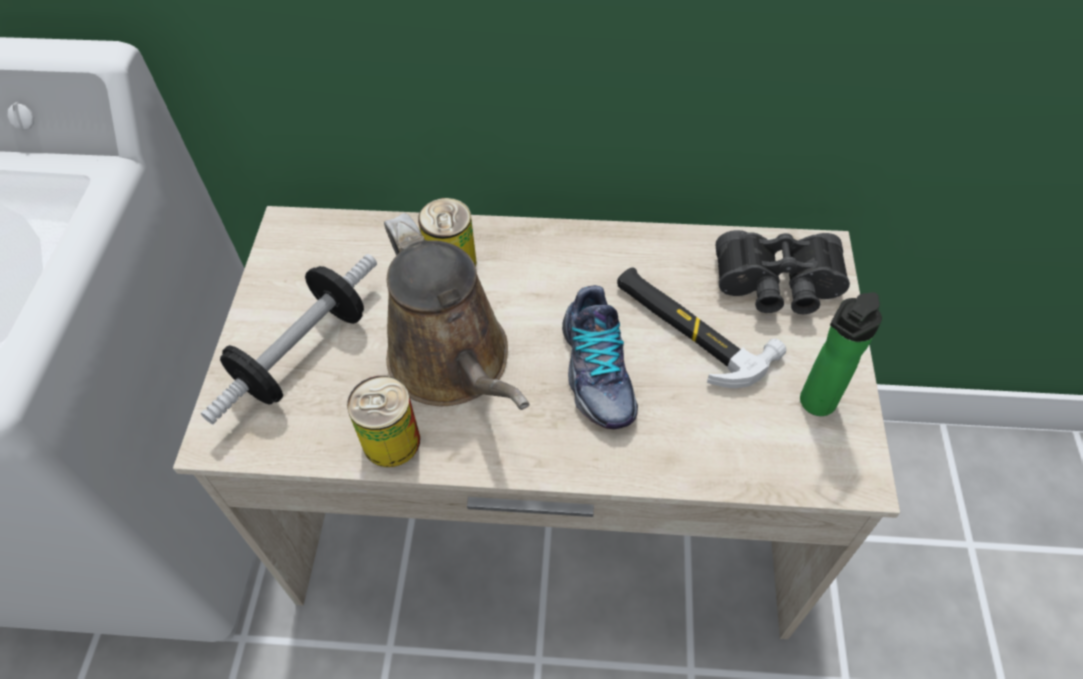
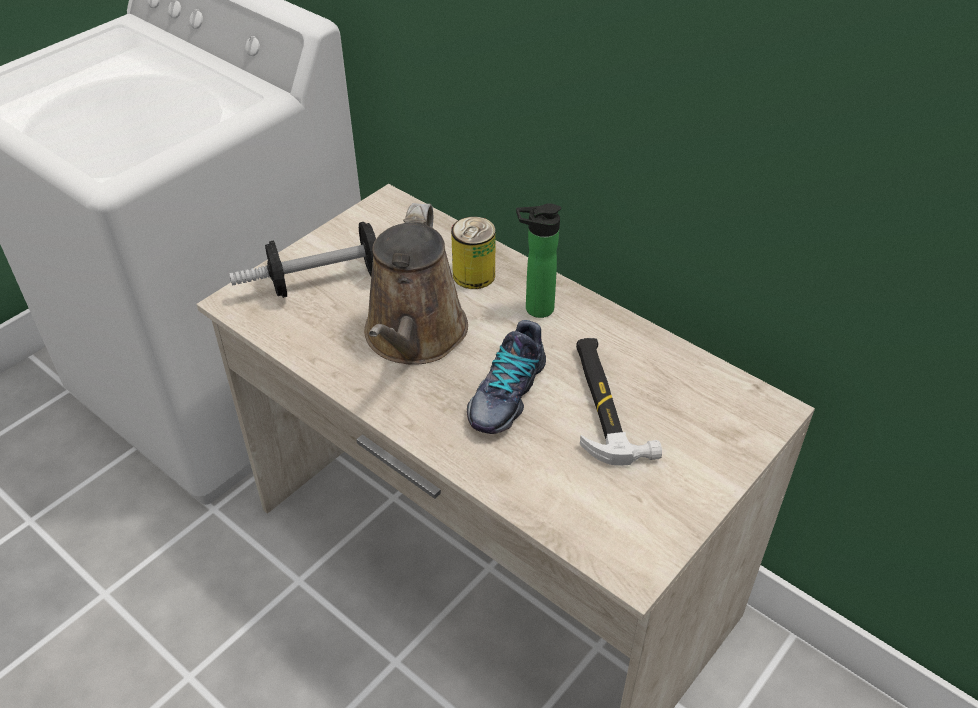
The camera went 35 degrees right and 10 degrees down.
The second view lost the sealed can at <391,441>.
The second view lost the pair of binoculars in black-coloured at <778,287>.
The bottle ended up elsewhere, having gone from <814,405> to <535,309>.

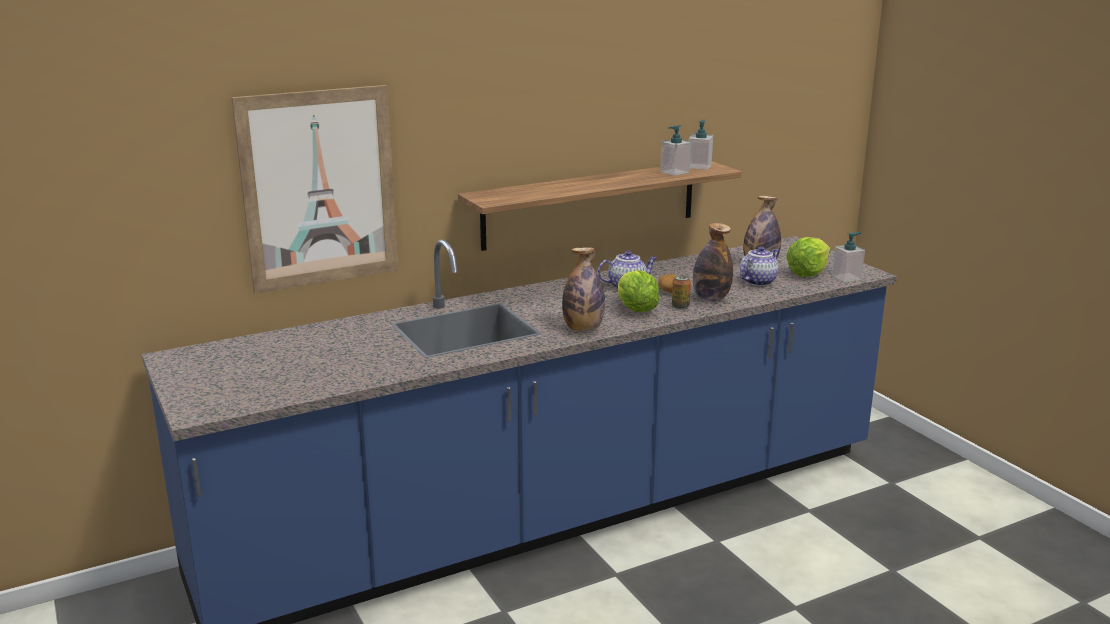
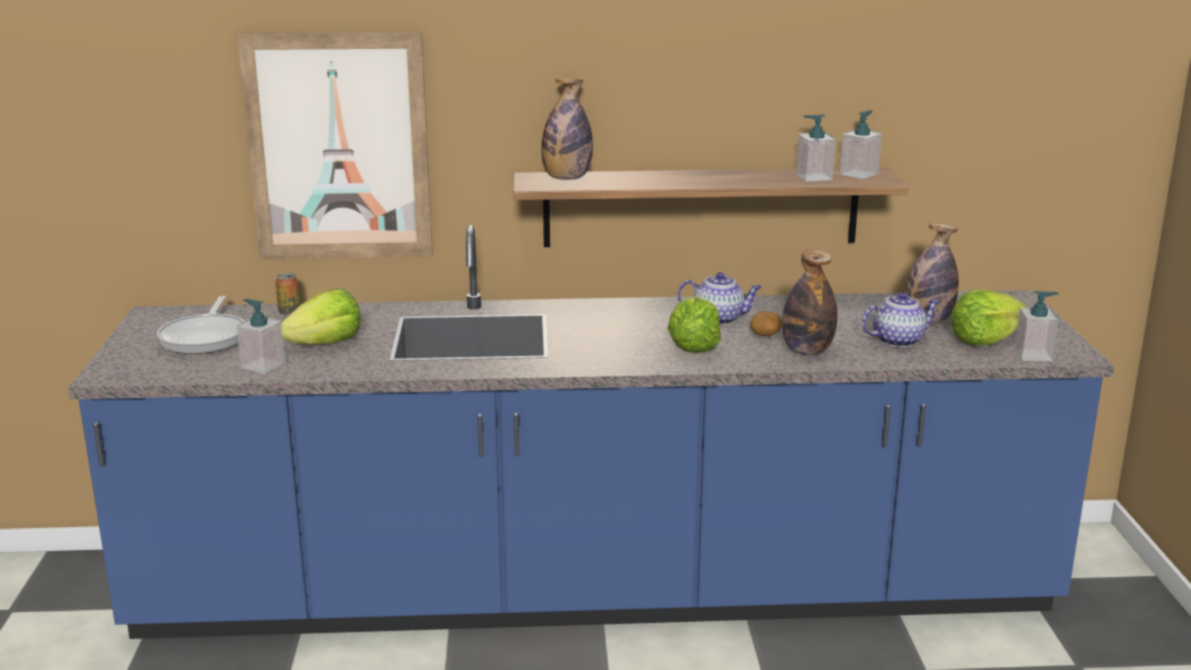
The camera went 25 degrees right and 0 degrees up.
The bottle ended up elsewhere, having gone from <583,329> to <567,178>.
The sealed can ended up elsewhere, having gone from <680,306> to <289,312>.
The second view gained the frying pan at <205,337>.
The second view gained the soap dispenser at <263,365>.
The second view gained the head of lettuce at <326,344>.

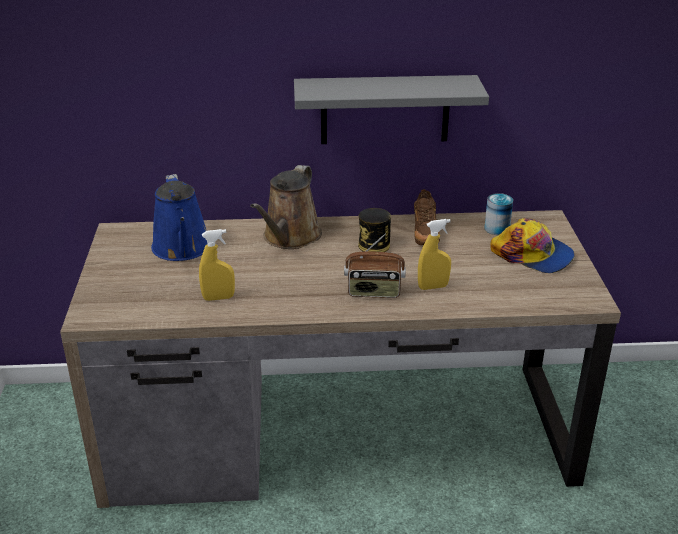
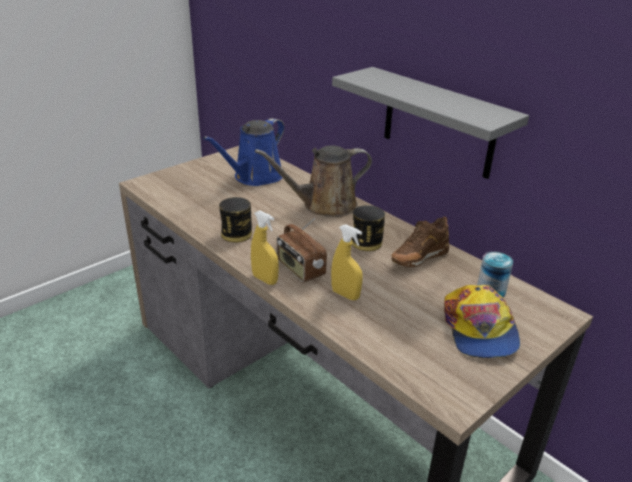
The camera went 50 degrees right and 0 degrees up.
The sprayer in yellow ended up elsewhere, having gone from <218,298> to <265,279>.
The second view gained the sealed can at <236,234>.

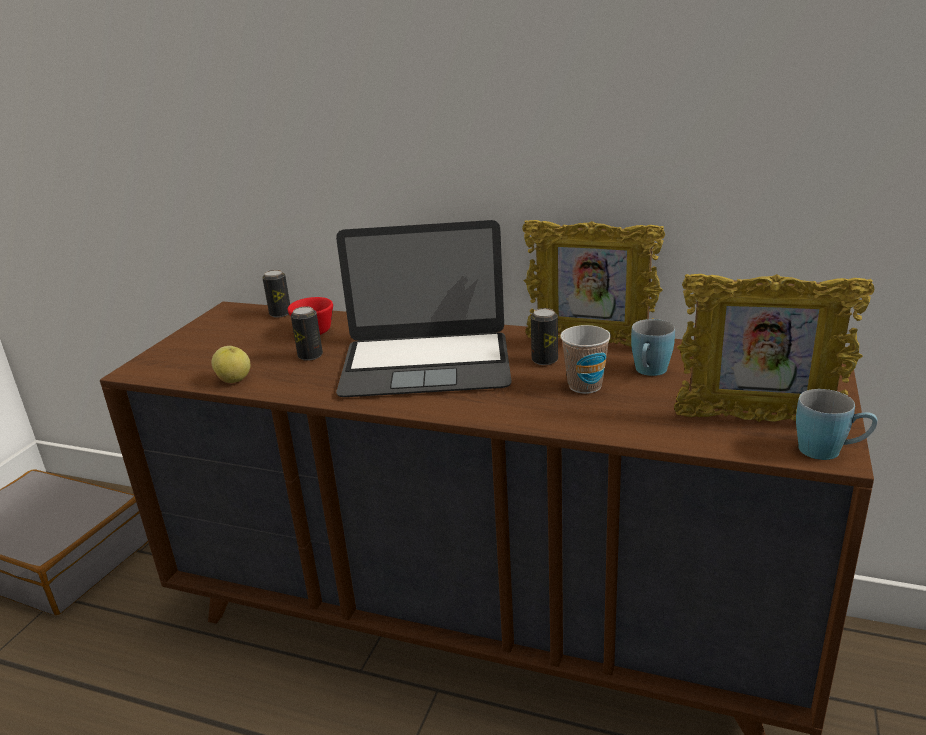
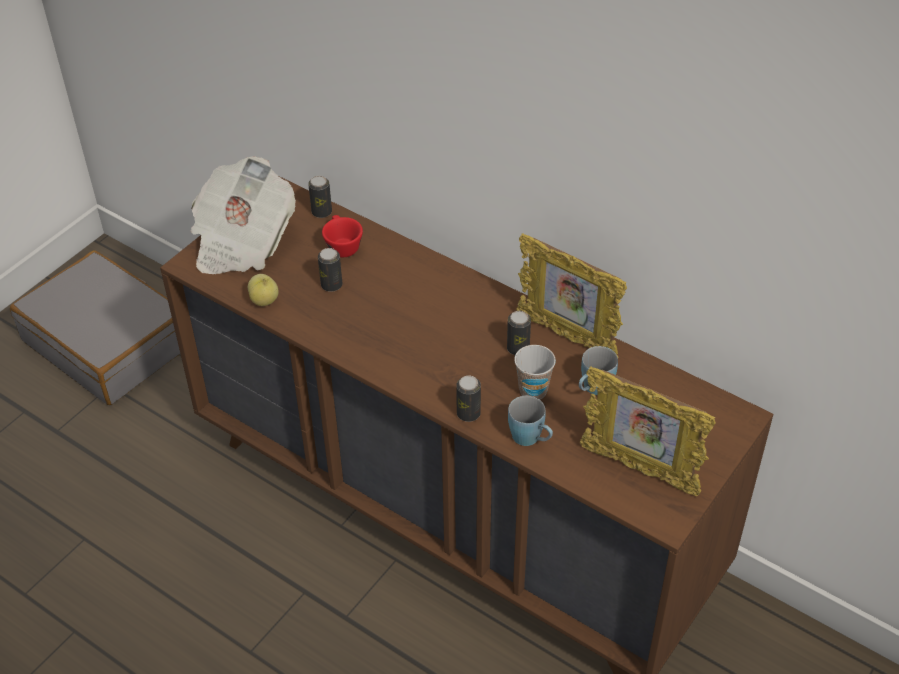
The camera went 15 degrees right and 20 degrees up.
The second view lost the notebook computer at <426,364>.
The tea mug in blue ended up elsewhere, having gone from <830,451> to <531,439>.
The second view gained the printed paper at <241,241>.
The second view gained the sealed can at <468,413>.

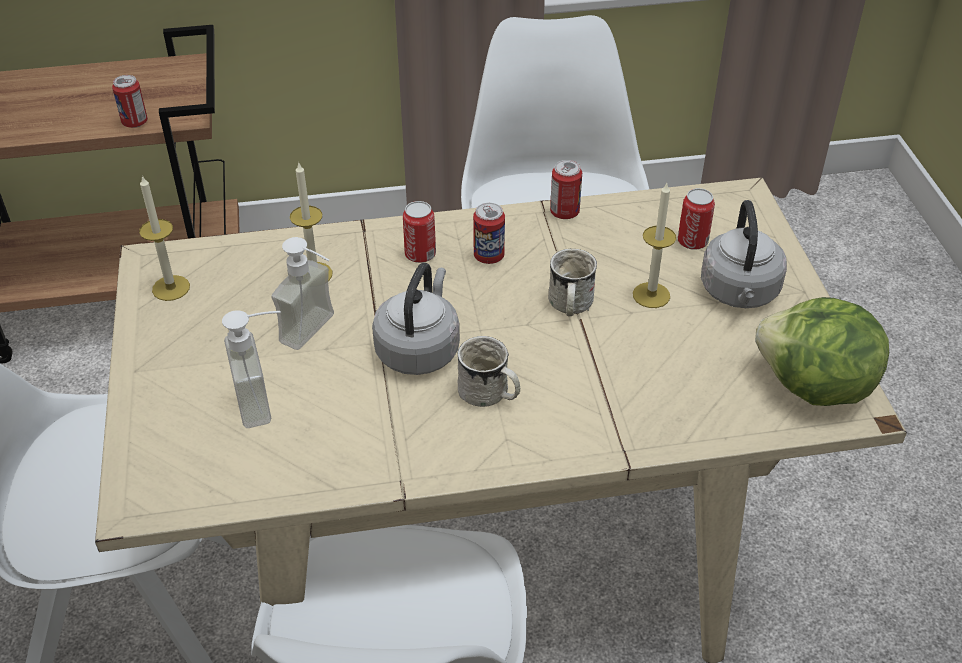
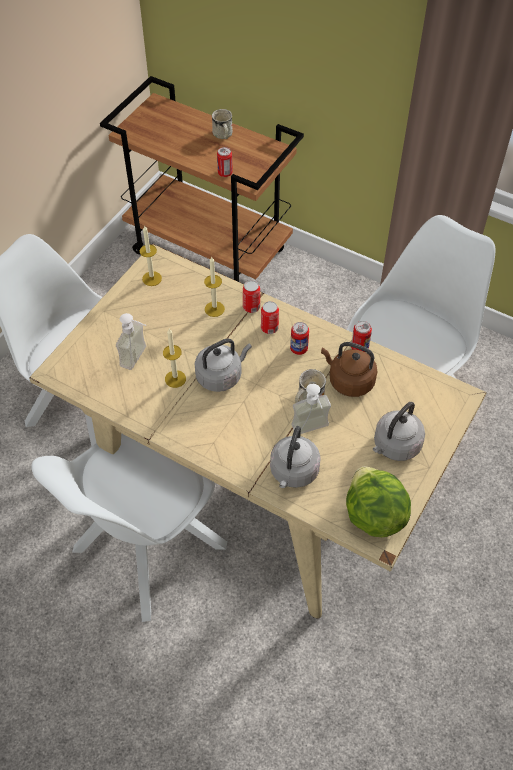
The camera went 40 degrees right and 10 degrees up.
The soap dispenser ended up elsewhere, having gone from <317,333> to <312,431>.
The tea mug in white ended up elsewhere, having gone from <489,395> to <223,136>.
The wax candle ended up elsewhere, having gone from <651,295> to <175,379>.
The sealed can ended up elsewhere, having gone from <692,241> to <251,307>.
The second view gained the tea kettle in gray at <293,473>.
The second view gained the tea kettle in brown at <349,381>.

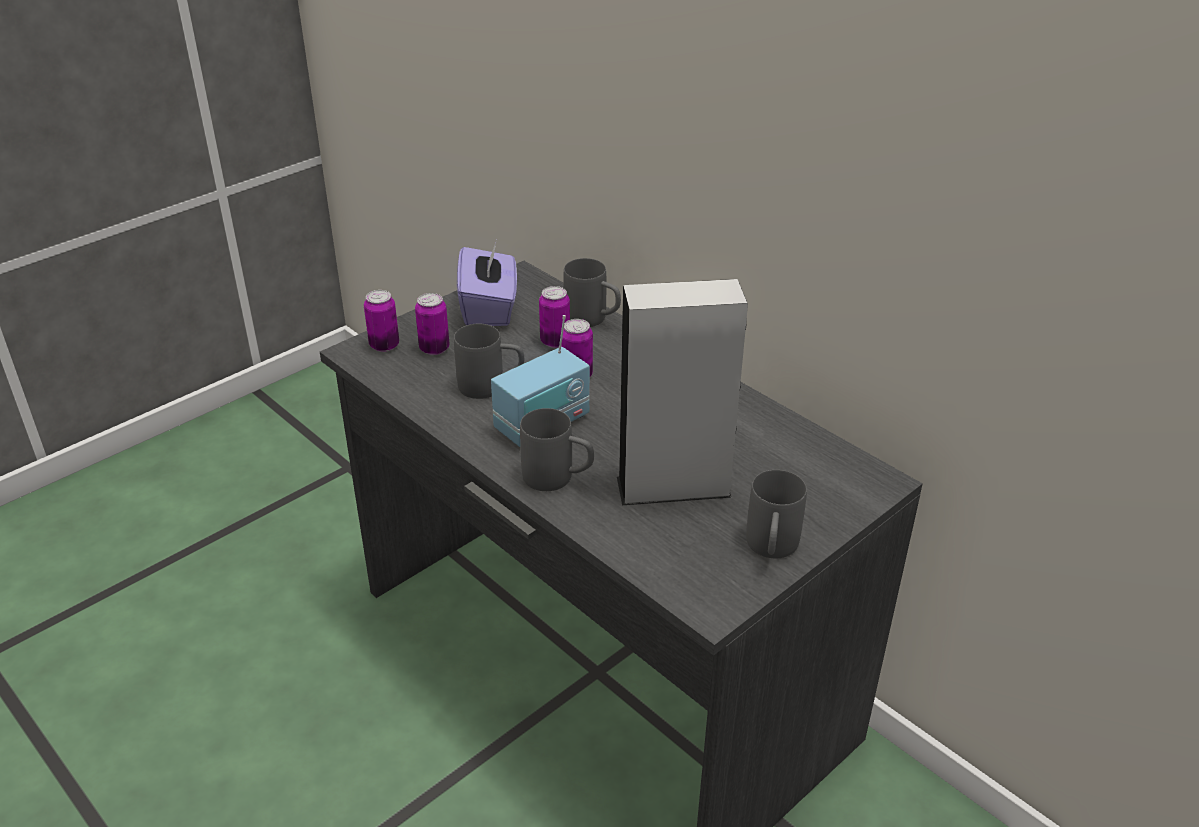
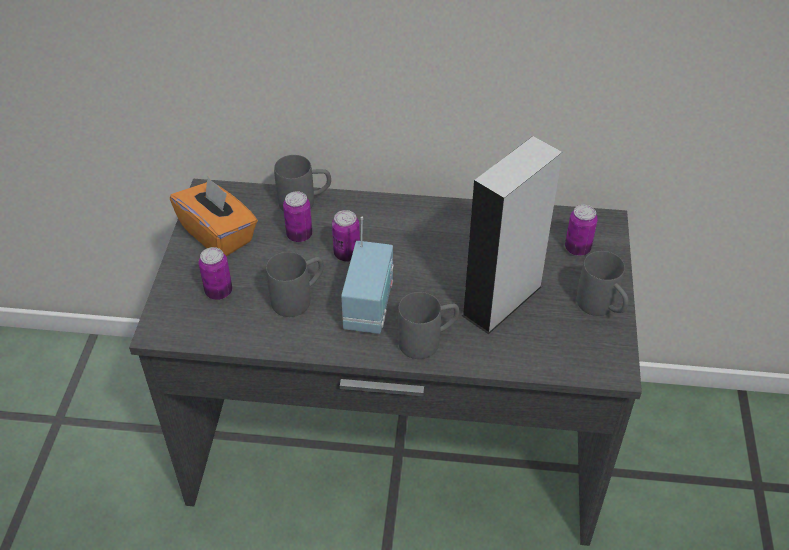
The camera went 40 degrees left and 10 degrees up.
The sealed can ended up elsewhere, having gone from <384,345> to <577,248>.
What was the tissue box in purple-coloured at <489,308> turned into the tissue box in orange at <218,234>.

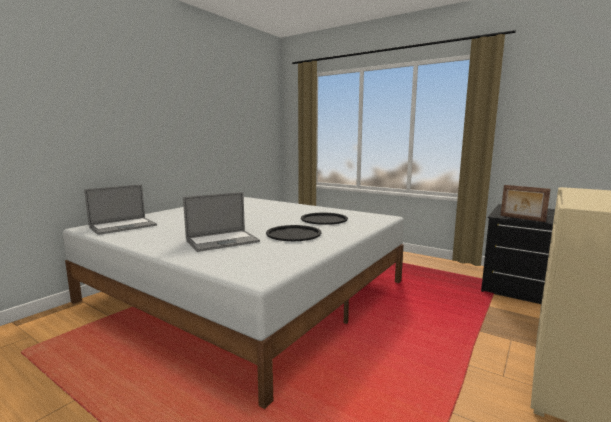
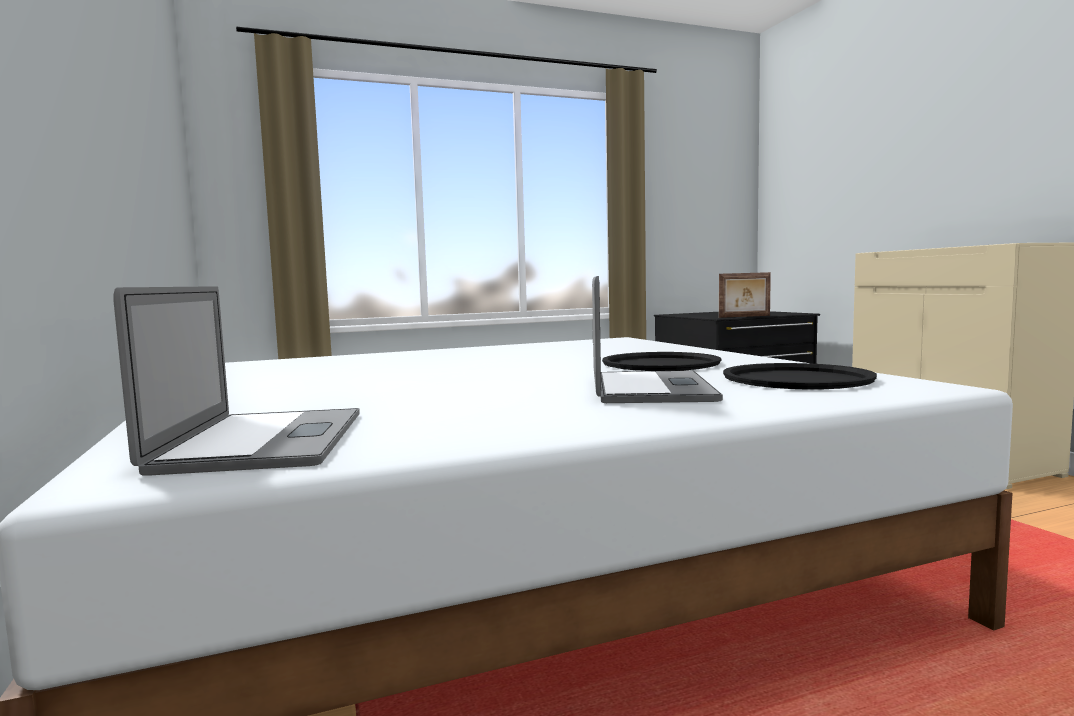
The camera went 55 degrees left and 5 degrees down.
The carrying tray in black-coloured ended up elsewhere, having gone from <324,219> to <796,379>.

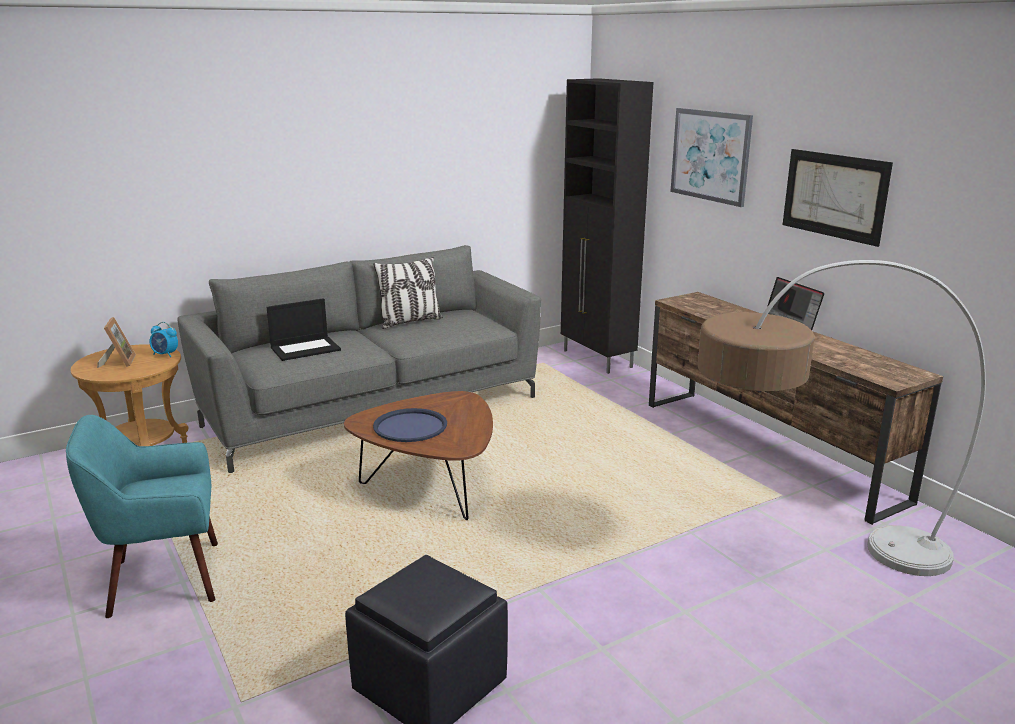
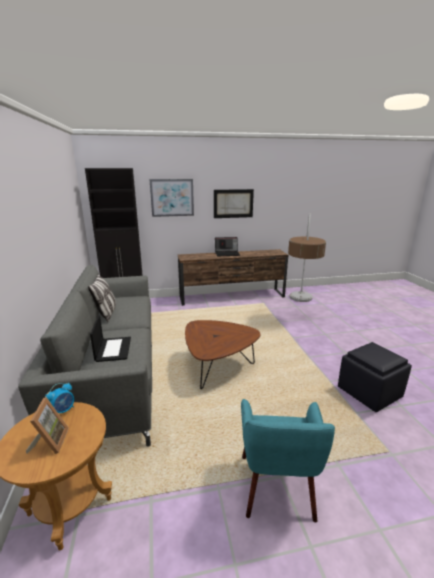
The camera went 70 degrees left and 0 degrees up.
The photo frame at <119,362> ended up facing another way, 75 degrees clockwise from before.
The second view lost the carrying tray in blue at <410,426>.

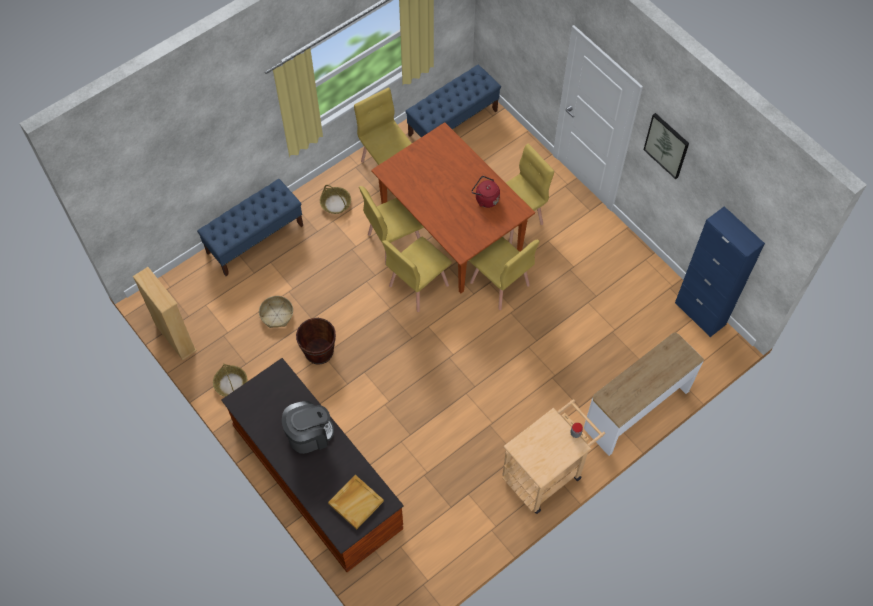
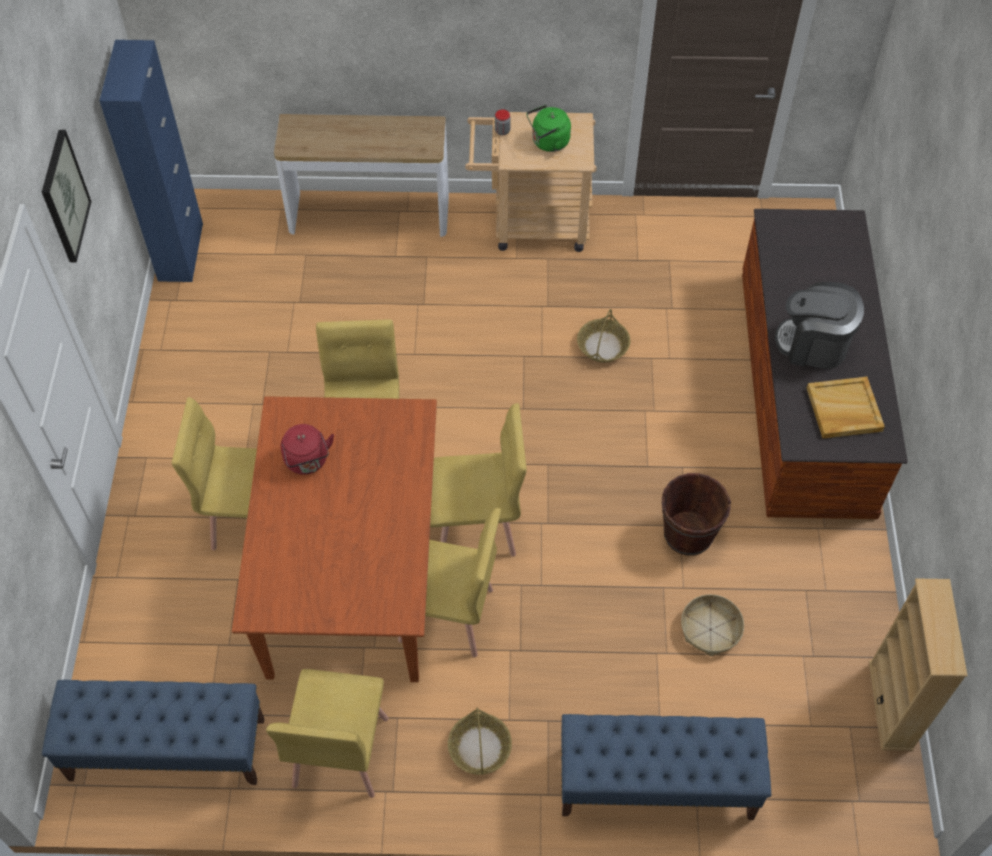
The camera went 140 degrees left and 5 degrees down.
The storage basket ended up elsewhere, having gone from <231,383> to <603,346>.
The carrying tray in sand-coloured ended up elsewhere, having gone from <356,502> to <843,410>.
The second view gained the tea kettle in green at <548,142>.

